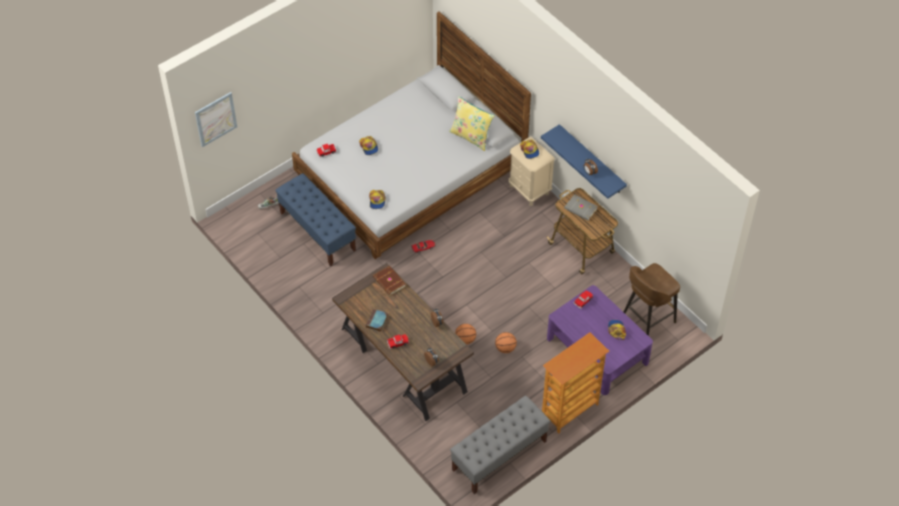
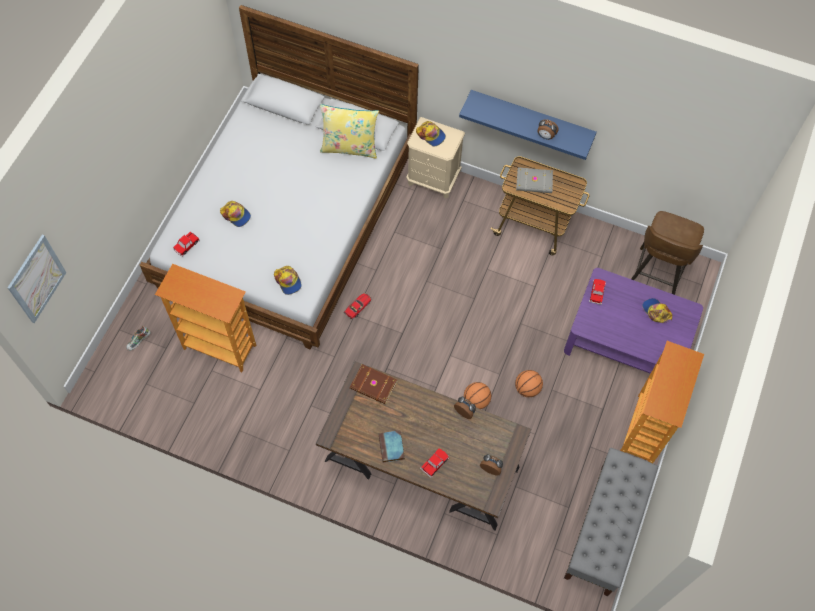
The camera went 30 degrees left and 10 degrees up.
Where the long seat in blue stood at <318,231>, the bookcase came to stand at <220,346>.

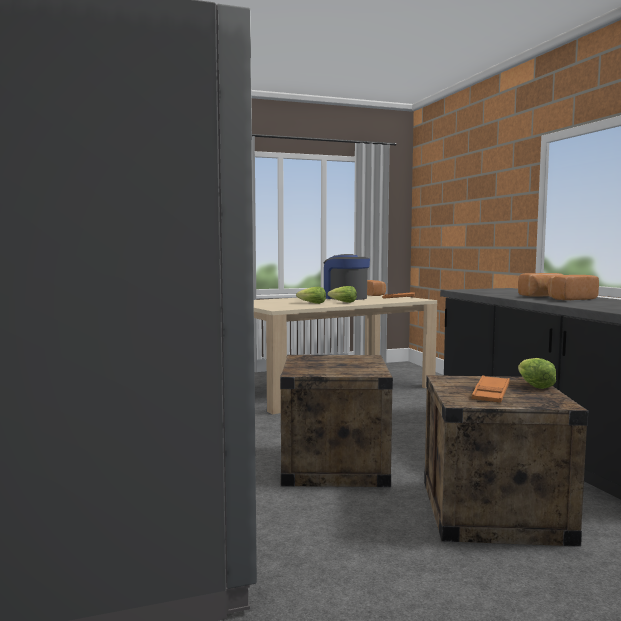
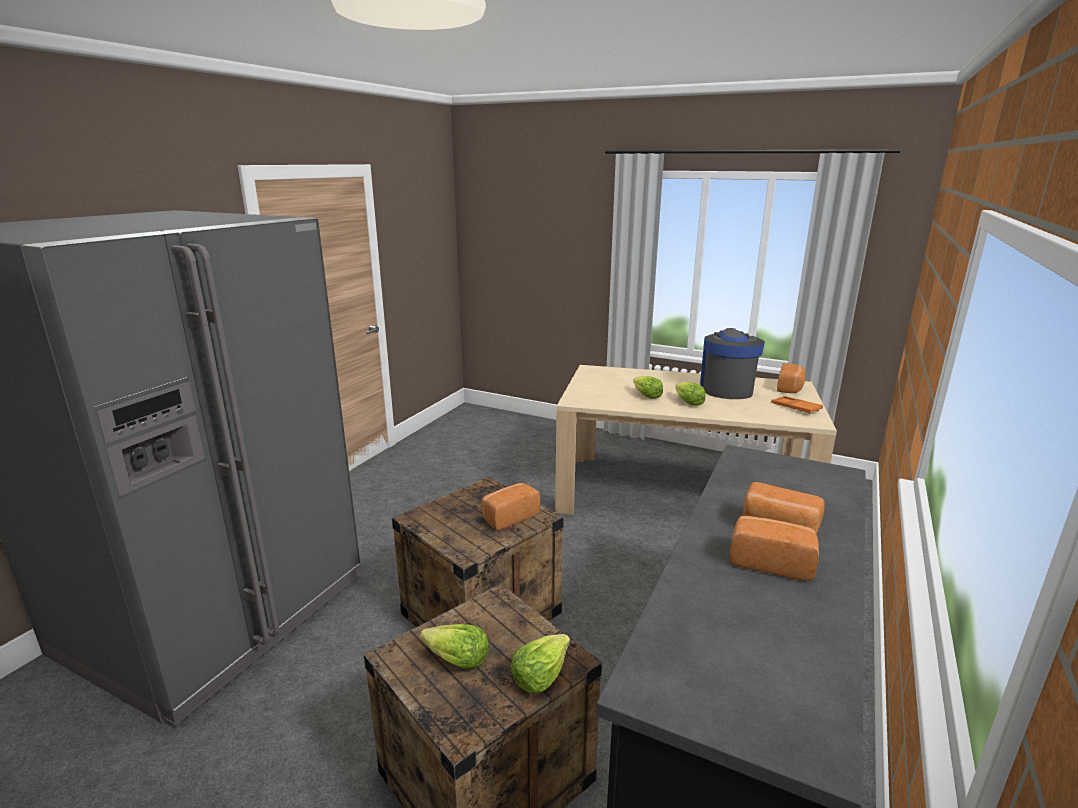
The camera went 45 degrees right and 15 degrees up.
Where the carrying tray in orange stood at <491,394>, the head of lettuce came to stand at <456,660>.
The second view gained the baked bread at <509,516>.

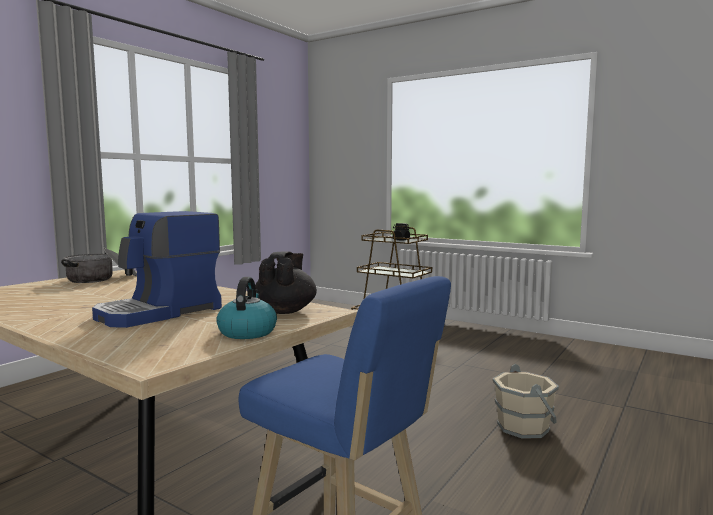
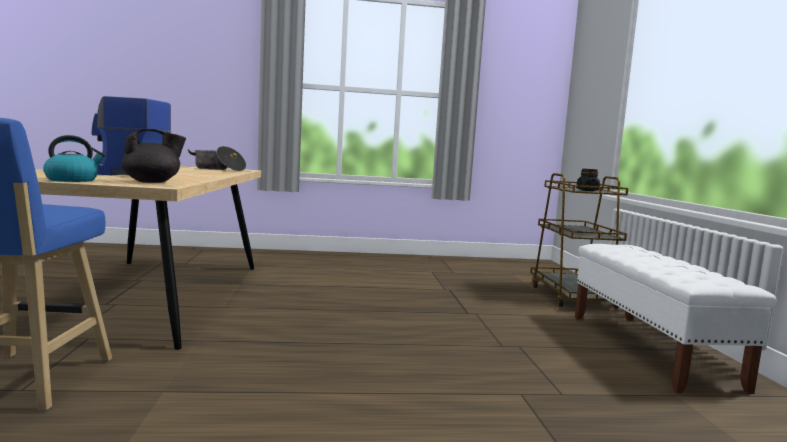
The camera went 50 degrees right and 0 degrees up.
The second view lost the water bucket in sand-coloured at <524,427>.
The second view gained the long seat in white at <649,349>.

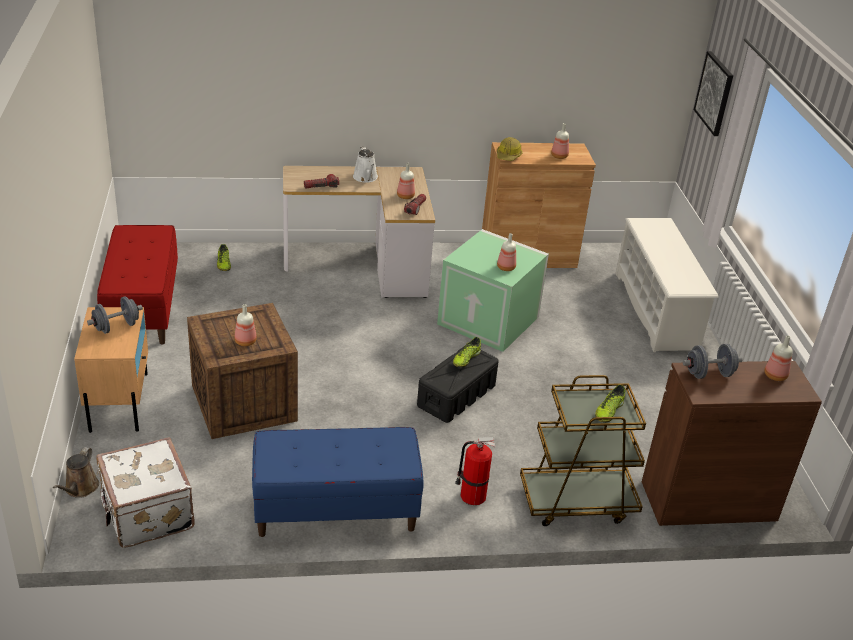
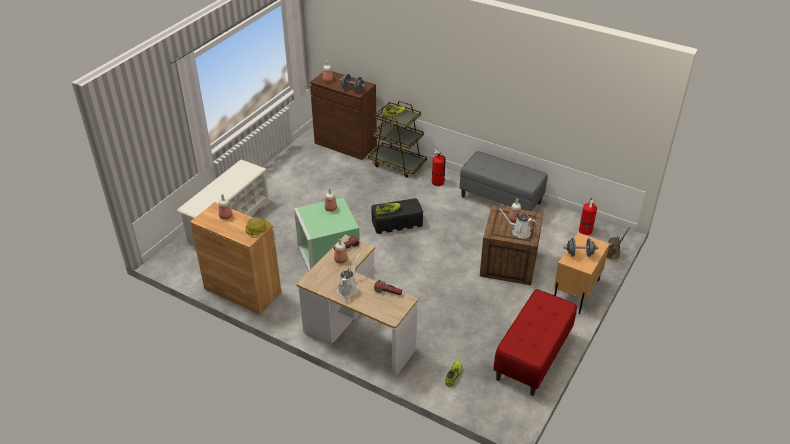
The camera went 140 degrees left and 5 degrees up.
Where the piece of luggage in white stood at <146,513>, the fire-fighting cylinder came to stand at <585,230>.
What was the long seat in blue at <335,510> turned into the long seat in gray at <501,200>.
The second view lost the picture at <714,93>.
The second view gained the watering pot in white at <519,232>.

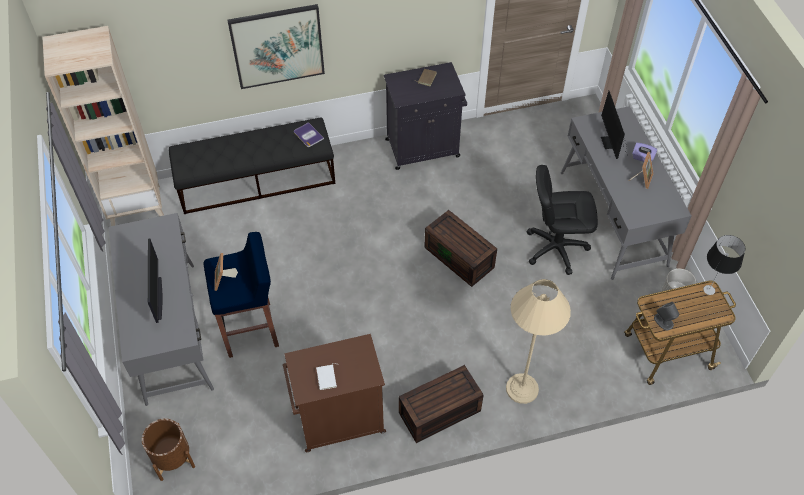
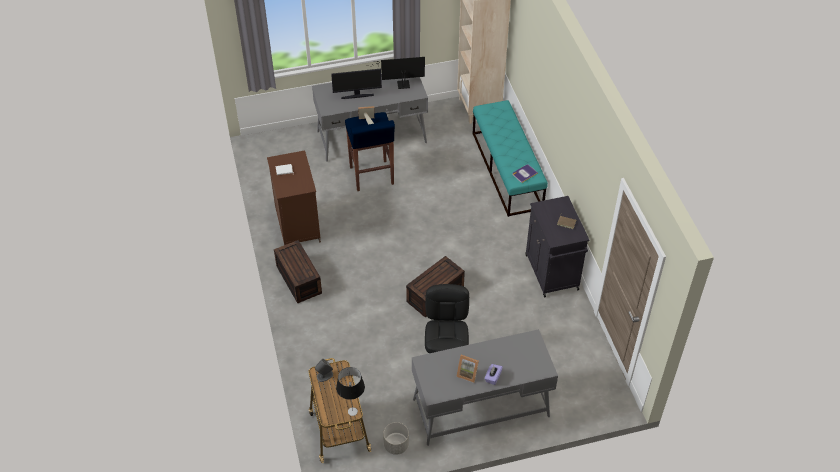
The camera went 90 degrees right and 5 degrees down.
The second view lost the plant pot in brown at <173,459>.
What was the long seat in black-coloured at <257,181> turned into the long seat in turquoise at <507,170>.
The second view lost the picture at <277,46>.
The second view lost the standard lamp in sand-coloured at <522,388>.
The monitor ended up elsewhere, having gone from <610,144> to <401,84>.

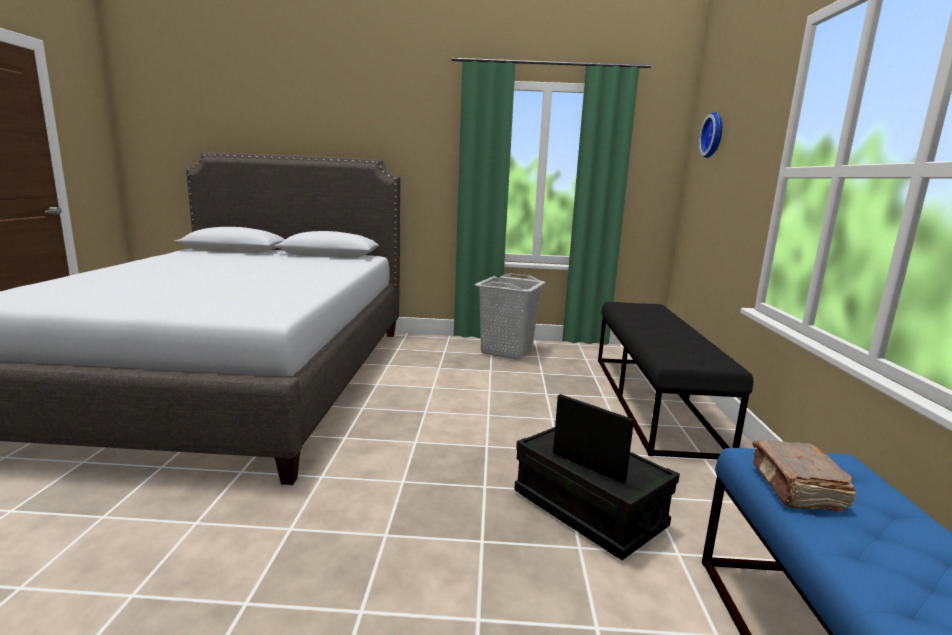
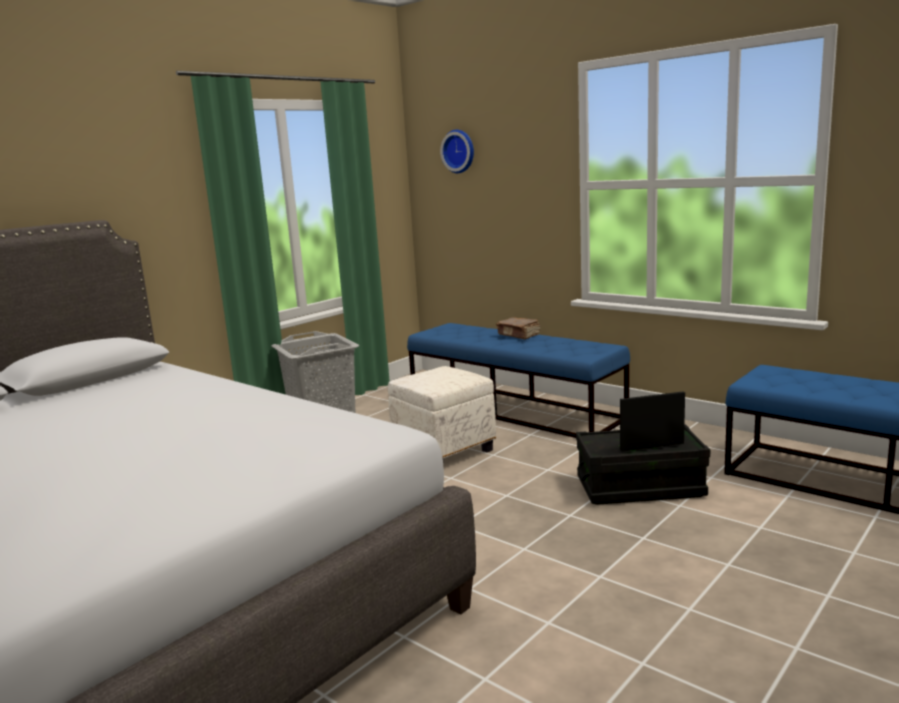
The camera went 50 degrees left and 0 degrees up.
What was the long seat in black-coloured at <653,401> turned into the long seat in blue at <514,409>.
The bound book in brown ended up elsewhere, having gone from <796,488> to <519,335>.
The second view gained the footrest in white at <444,451>.

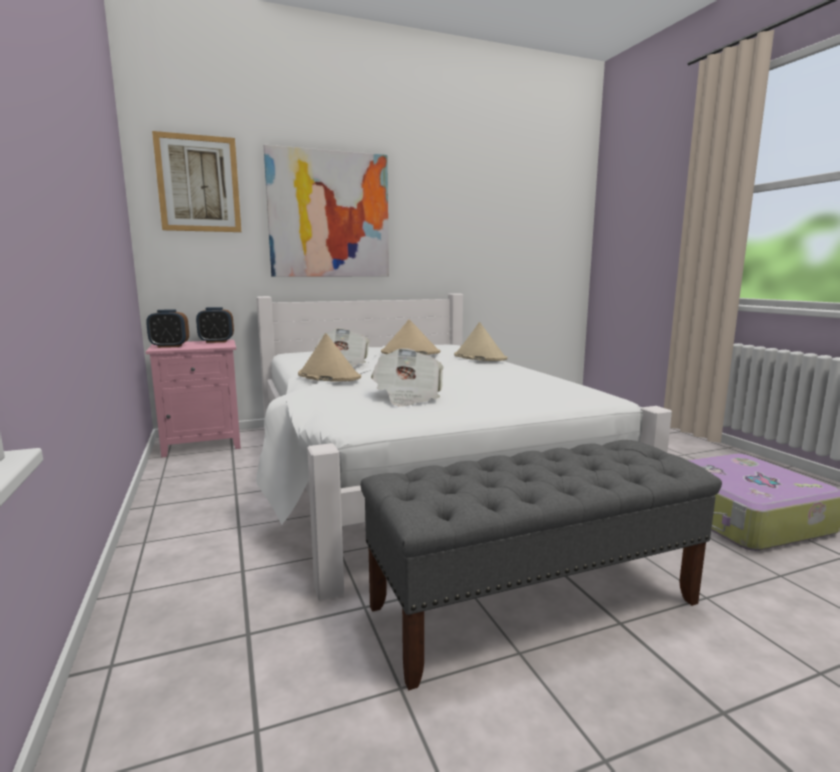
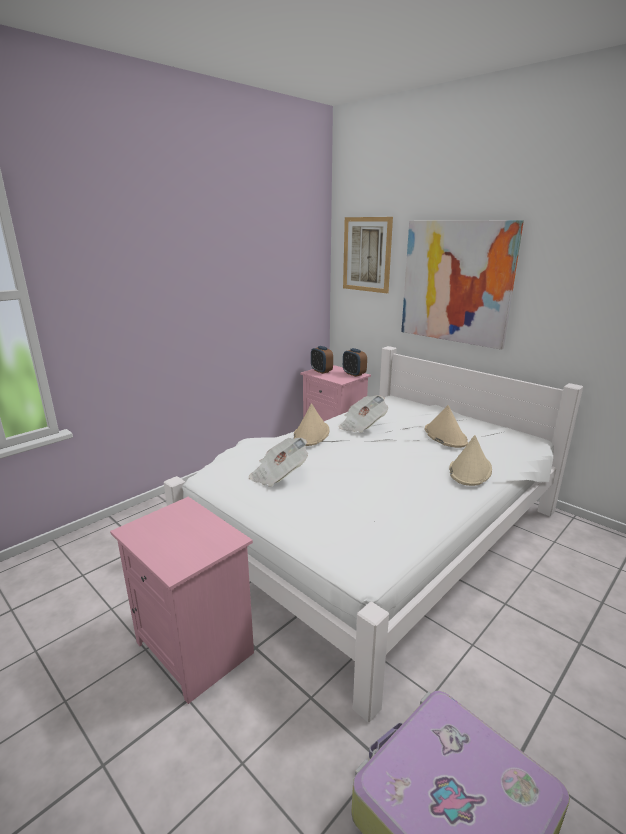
The camera went 65 degrees right and 10 degrees up.
Where the long seat in gray stood at <535,604>, the night table in pinkish came to stand at <197,647>.

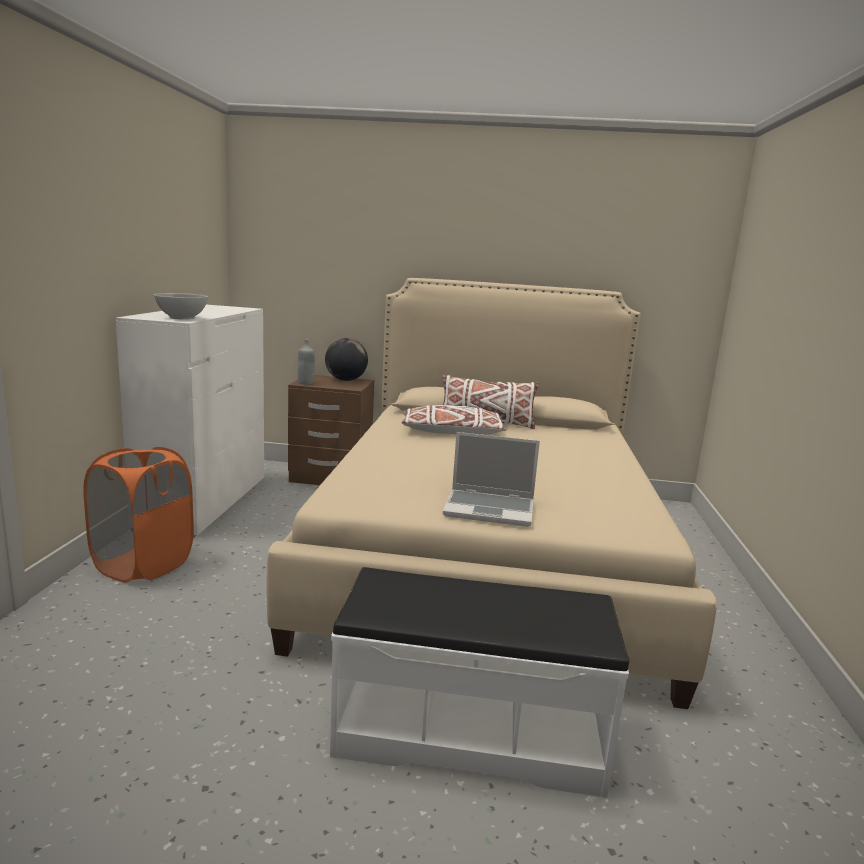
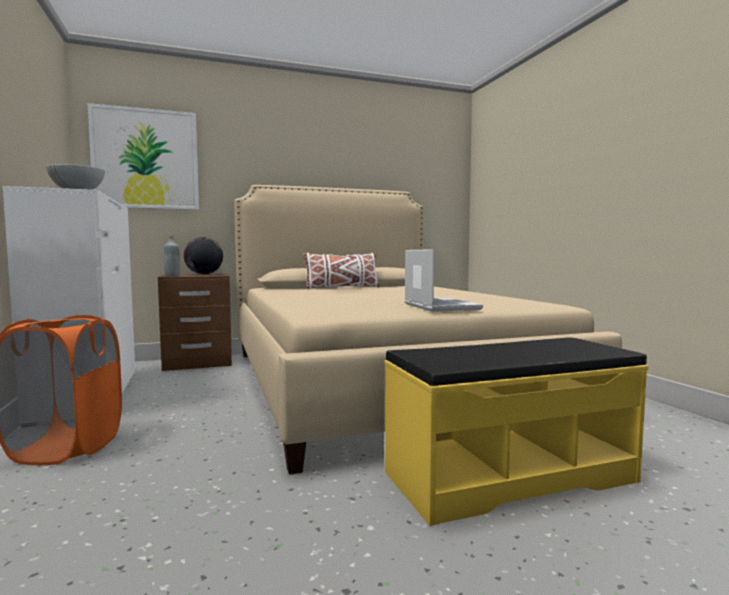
The camera went 25 degrees left and 10 degrees down.
What was the long seat in white at <469,732> turned into the long seat in yellow at <508,476>.
The second view lost the throw pillow in white at <452,432>.
The notebook computer at <490,509> ended up facing another way, 90 degrees counterclockwise from before.
The second view gained the picture at <146,159>.

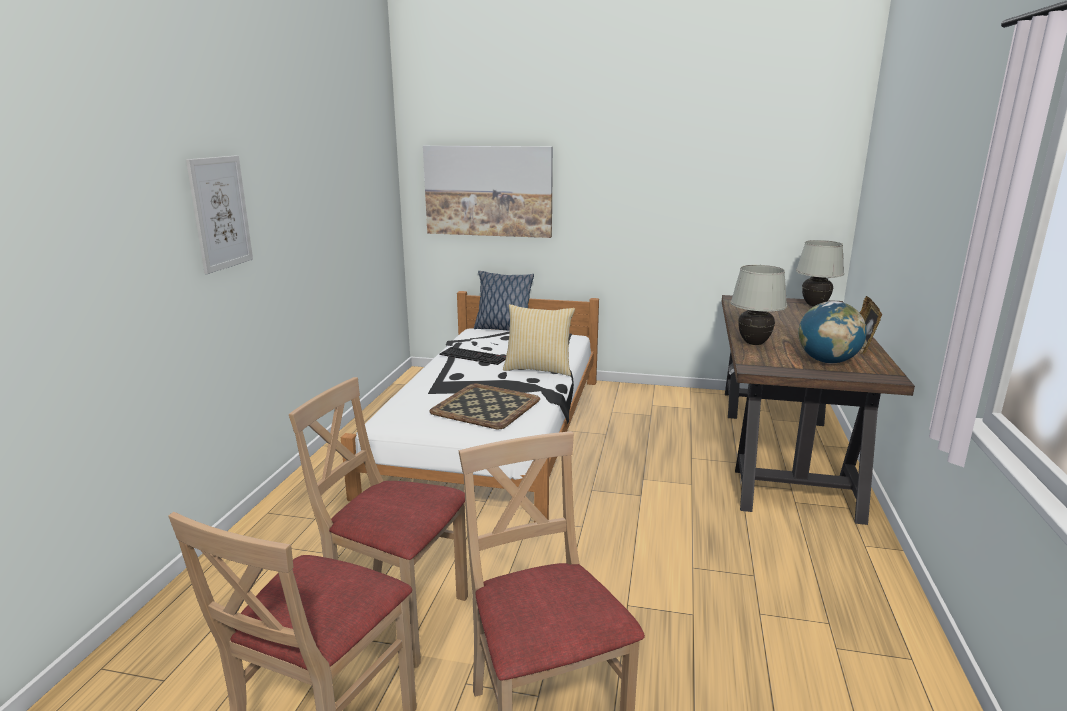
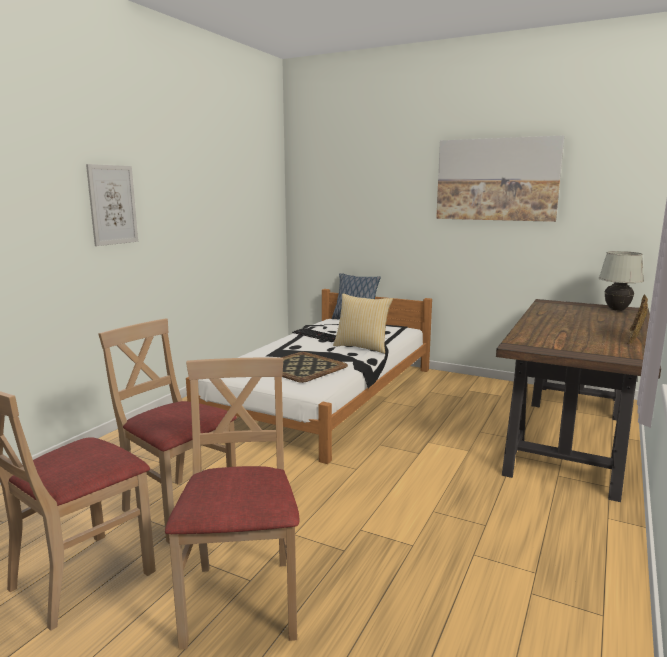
The camera went 15 degrees right and 5 degrees down.
The picture ended up elsewhere, having gone from <488,191> to <497,179>.
The second view lost the tabletop lamp in white at <754,343>.
The second view lost the desk globe at <827,361>.

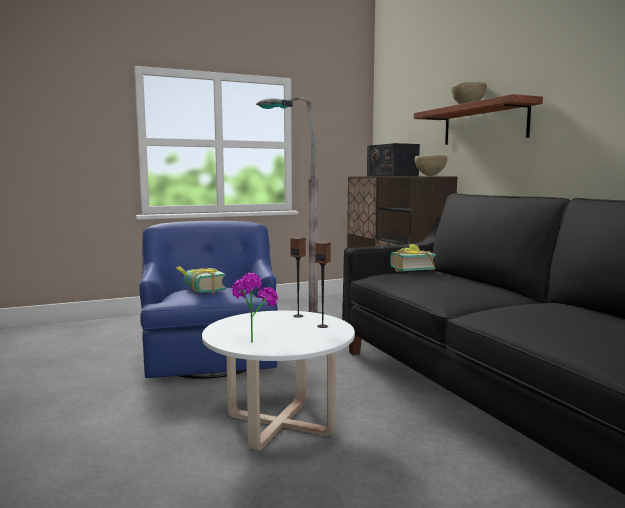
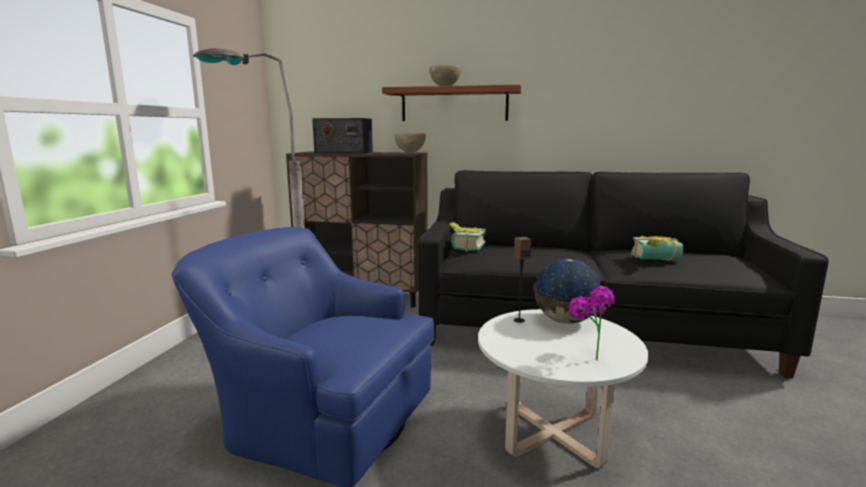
The camera went 55 degrees left and 5 degrees up.
The bound book ended up elsewhere, having gone from <200,291> to <657,260>.
Where the speaker stood at <322,326>, the desk globe came to stand at <565,320>.

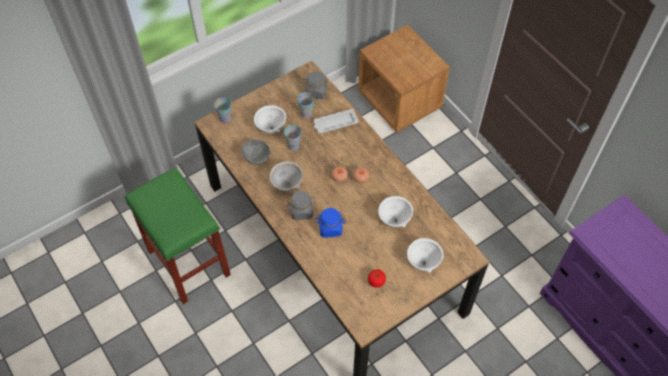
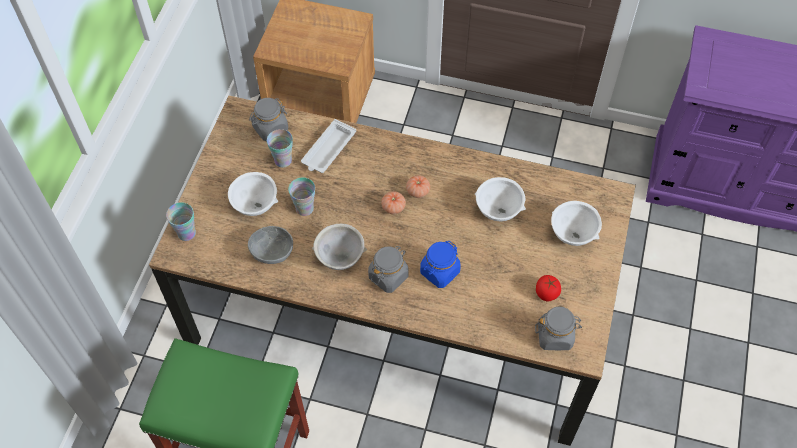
The camera went 40 degrees left and 0 degrees up.
The second view gained the jar in gray at <555,336>.

